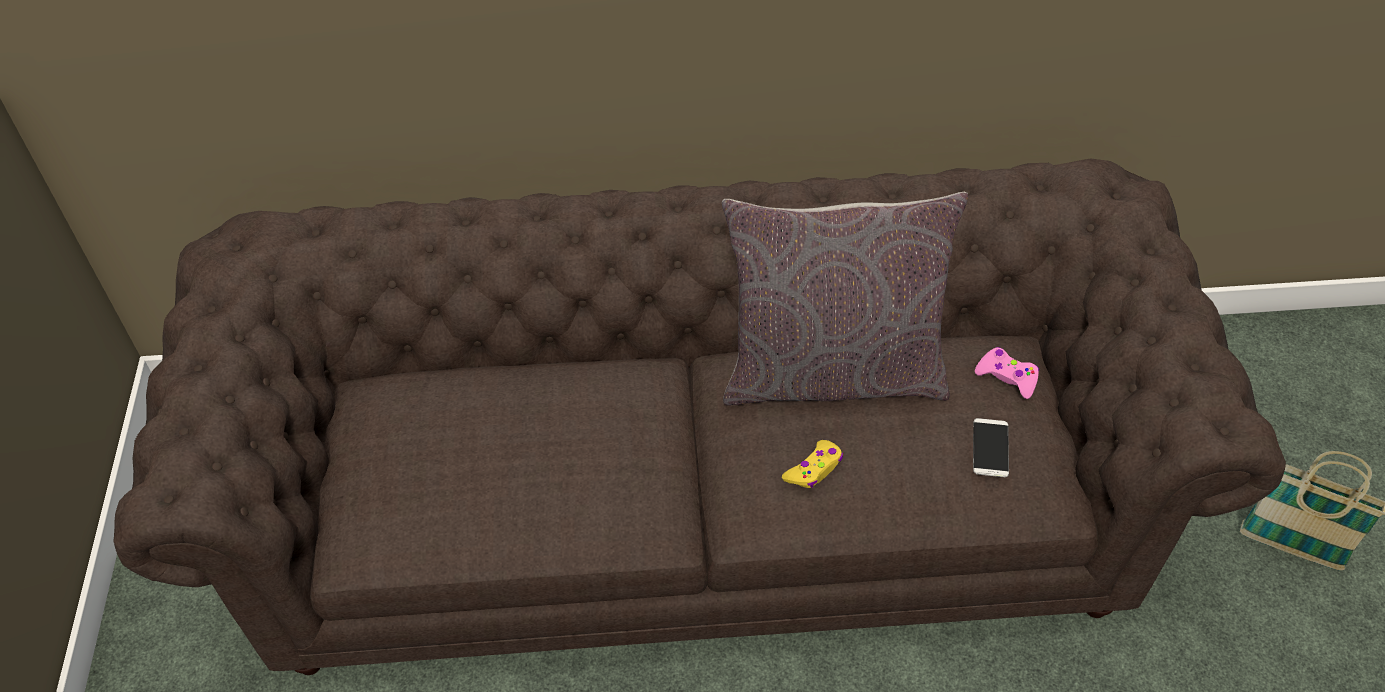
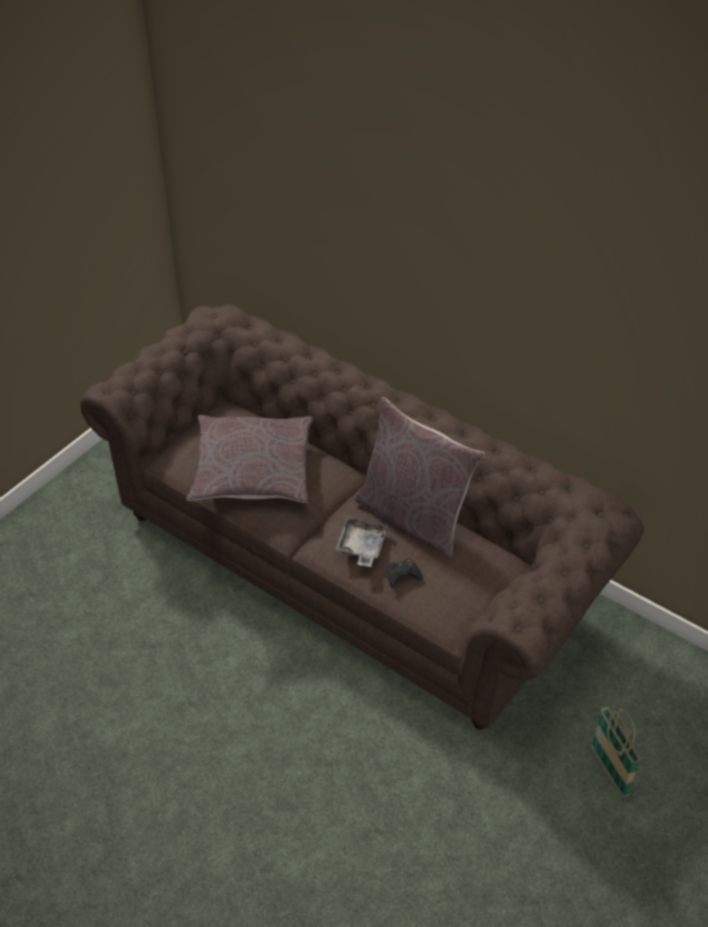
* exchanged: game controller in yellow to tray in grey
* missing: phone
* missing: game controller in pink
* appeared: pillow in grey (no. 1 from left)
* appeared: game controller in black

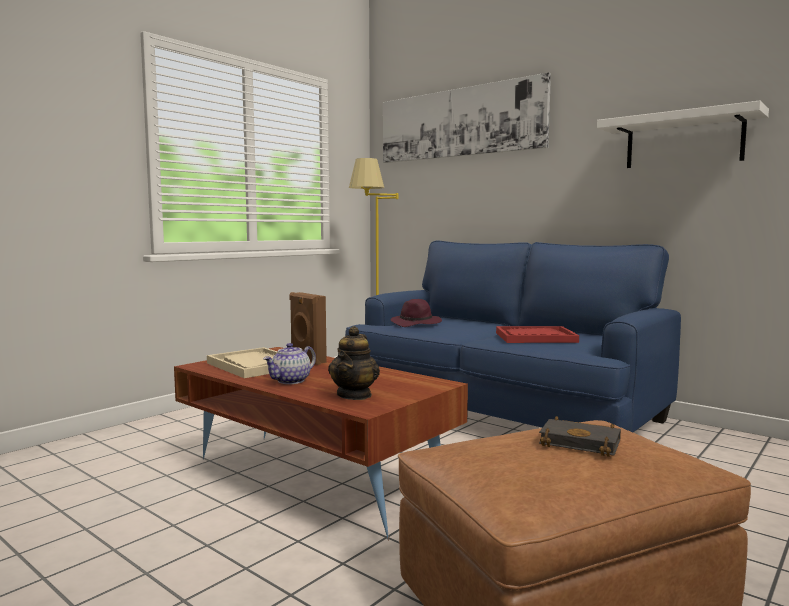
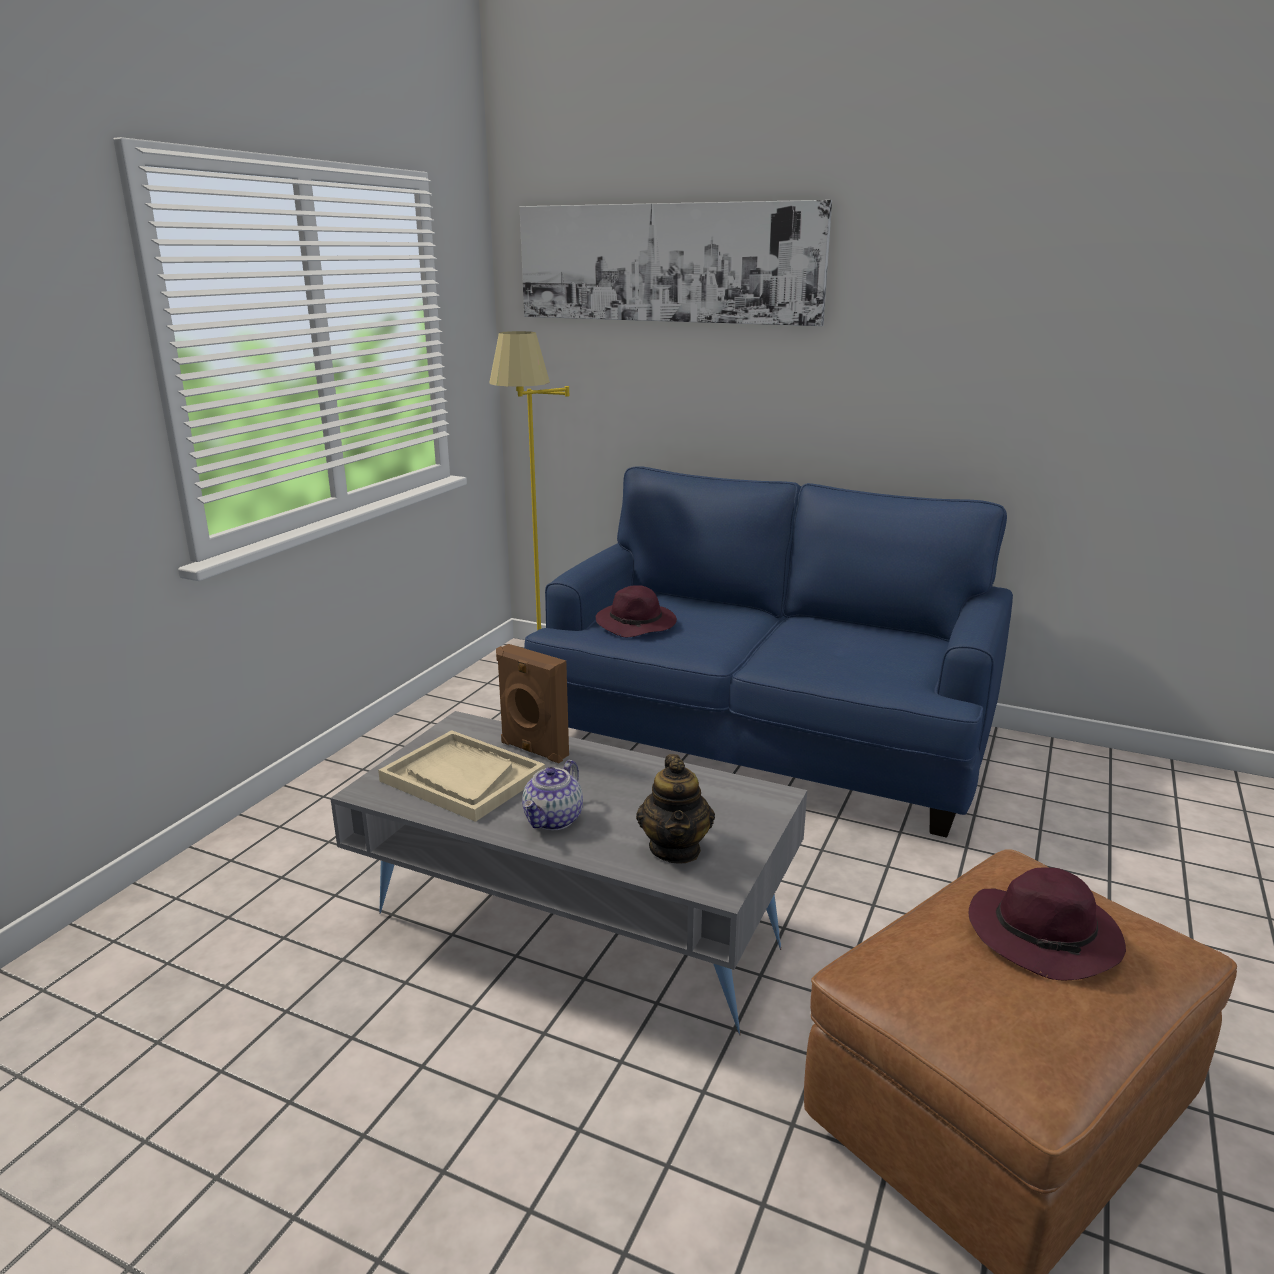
* colour: coffee table in brown to coffee table in grey
* missing: tray in red
* exchanged: book in black to hat in purple (no. 2 from left)
* missing: shelf in white

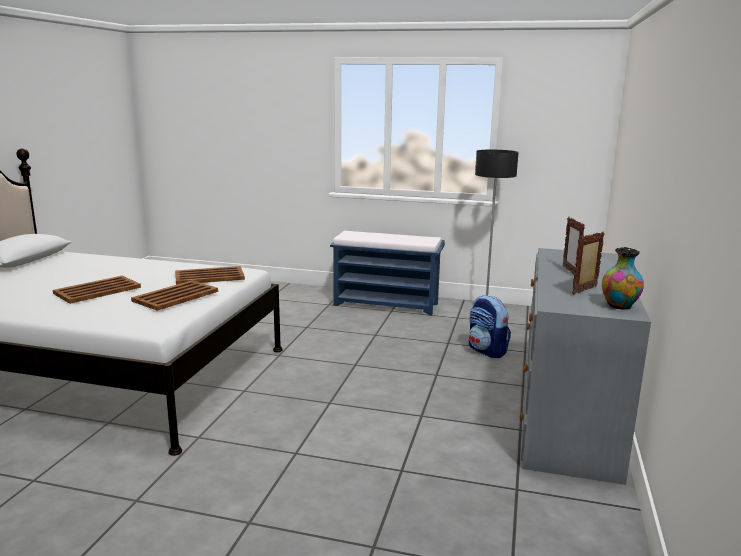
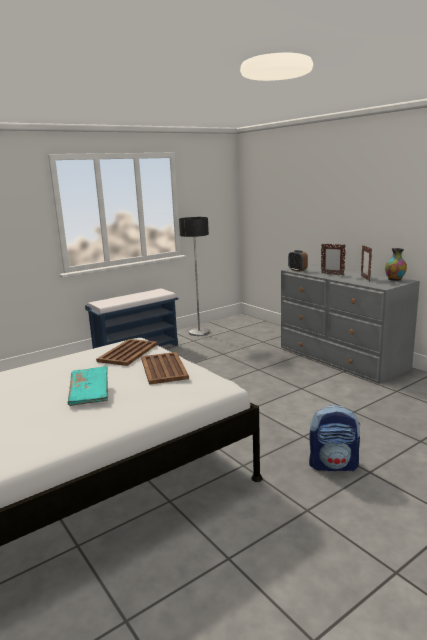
* exchanged: tray in brown (no. 1 from left) to book in turquoise
* relocated: backpack
* appeared: alarm clock

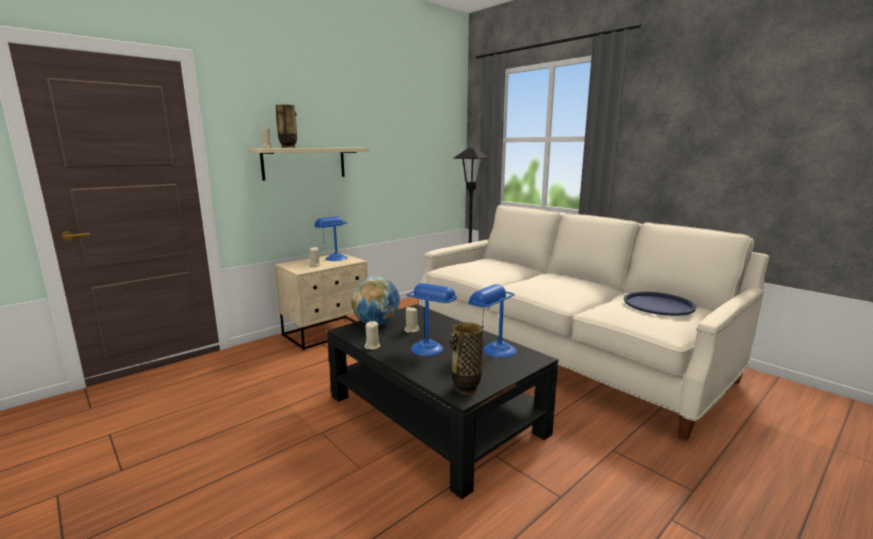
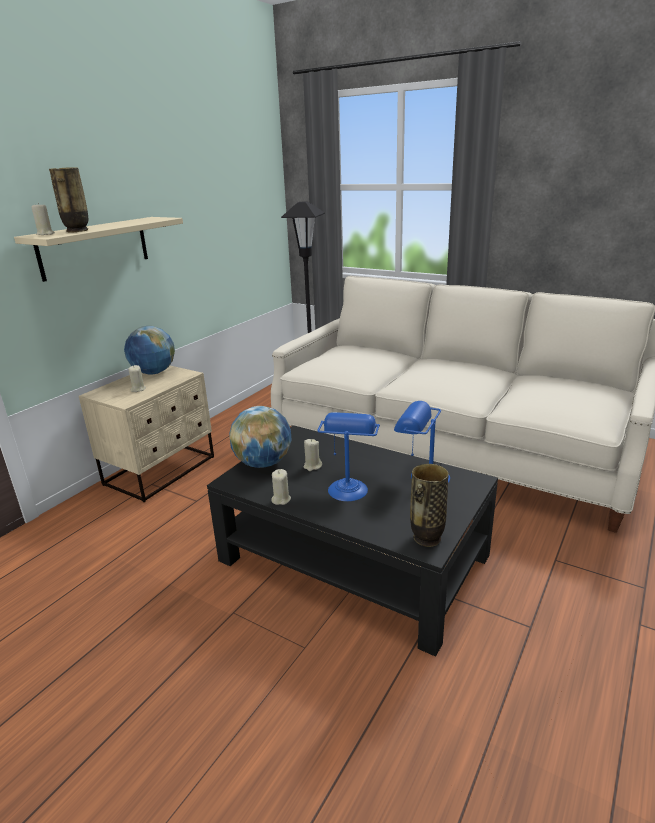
* exchanged: table lamp in blue (no. 1 from left) to globe (no. 1 from left)
* missing: tray in blue

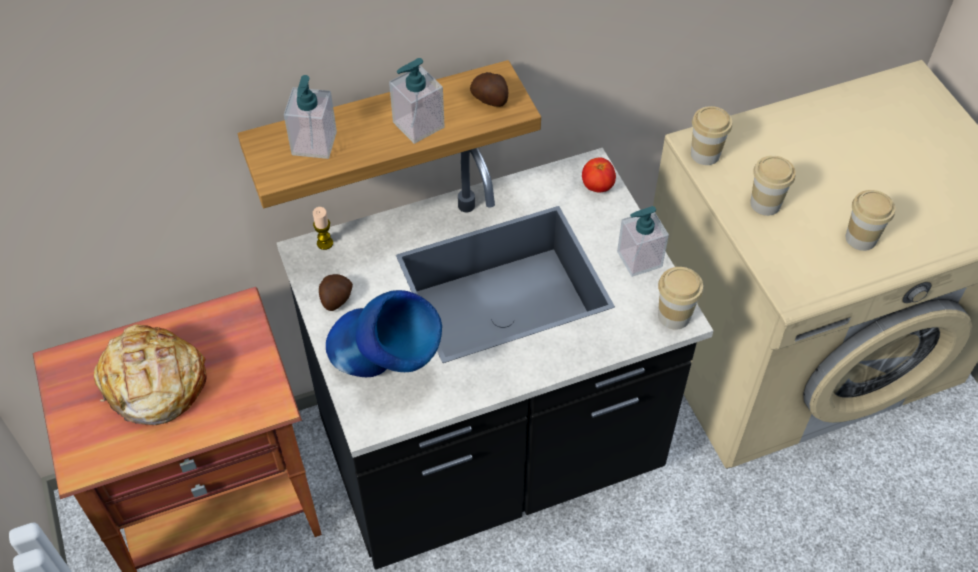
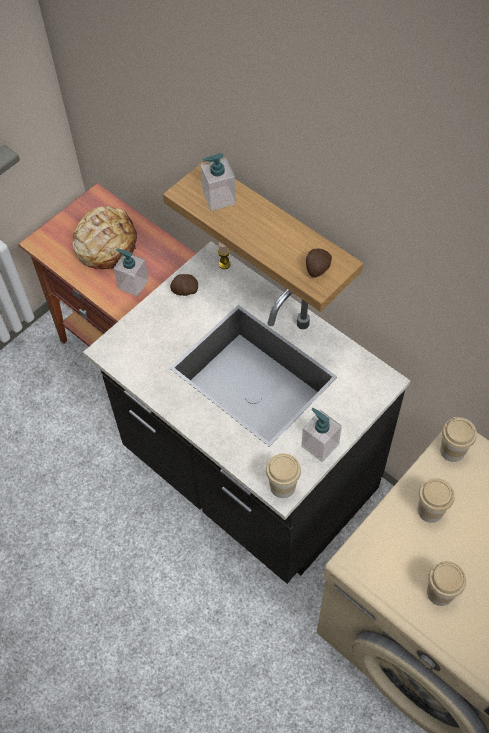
* missing: vase in blue
* relocated: soap dispenser (no. 2 from left in the first image) to soap dispenser (no. 1 from left)
* missing: tomato

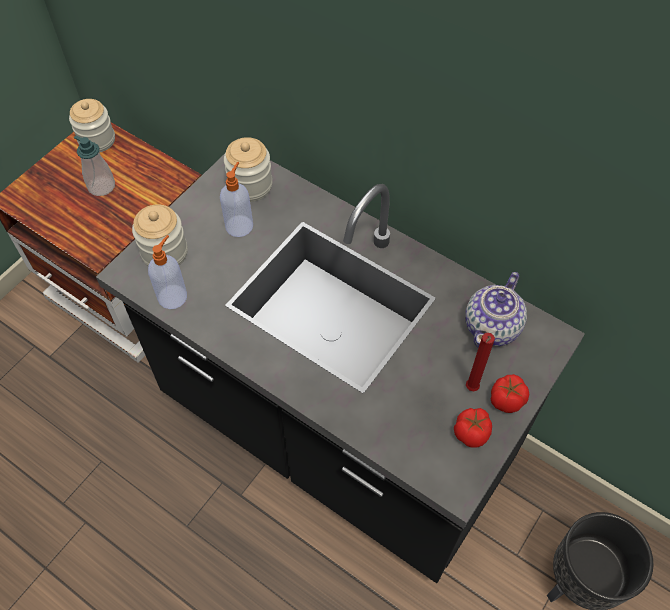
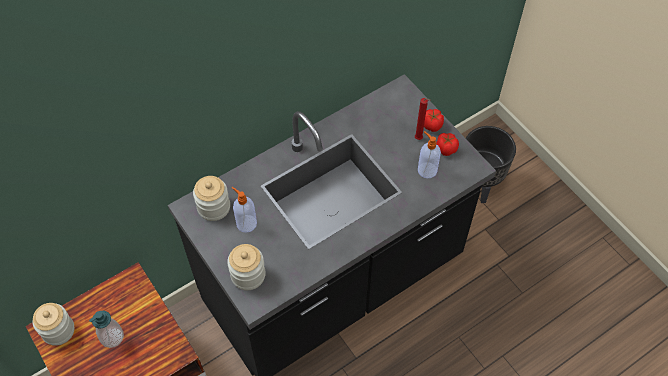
* relocated: soap dispenser (no. 2 from left in the first image) to soap dispenser (no. 3 from left)
* missing: teapot

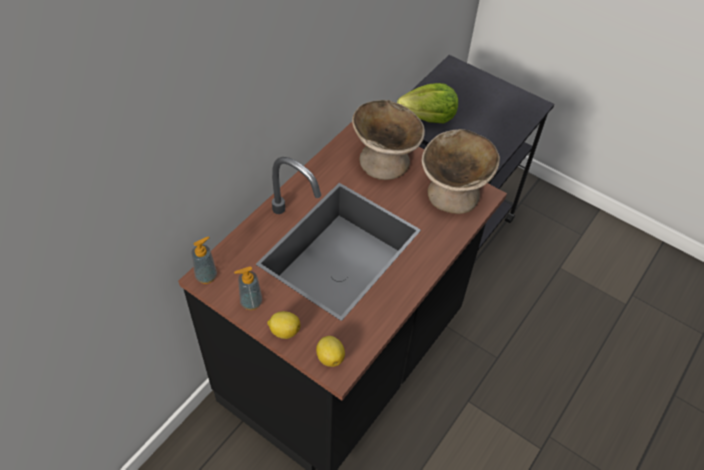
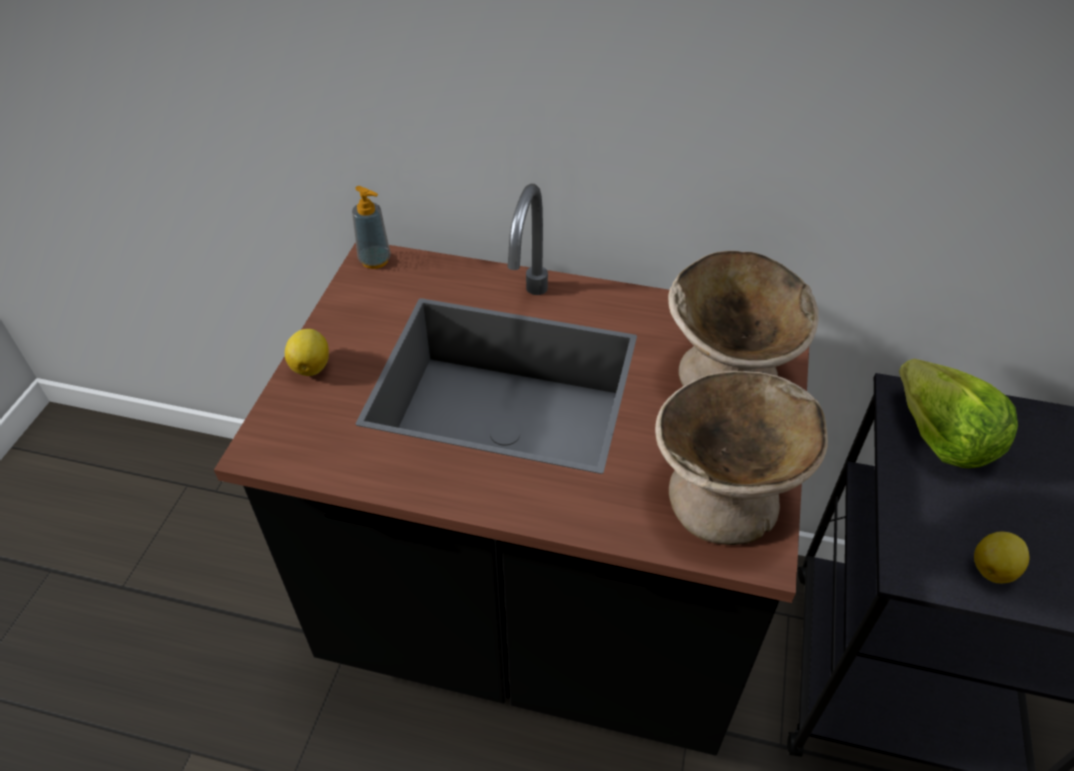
* missing: soap dispenser (no. 2 from left)
* relocated: lemon (no. 2 from left)

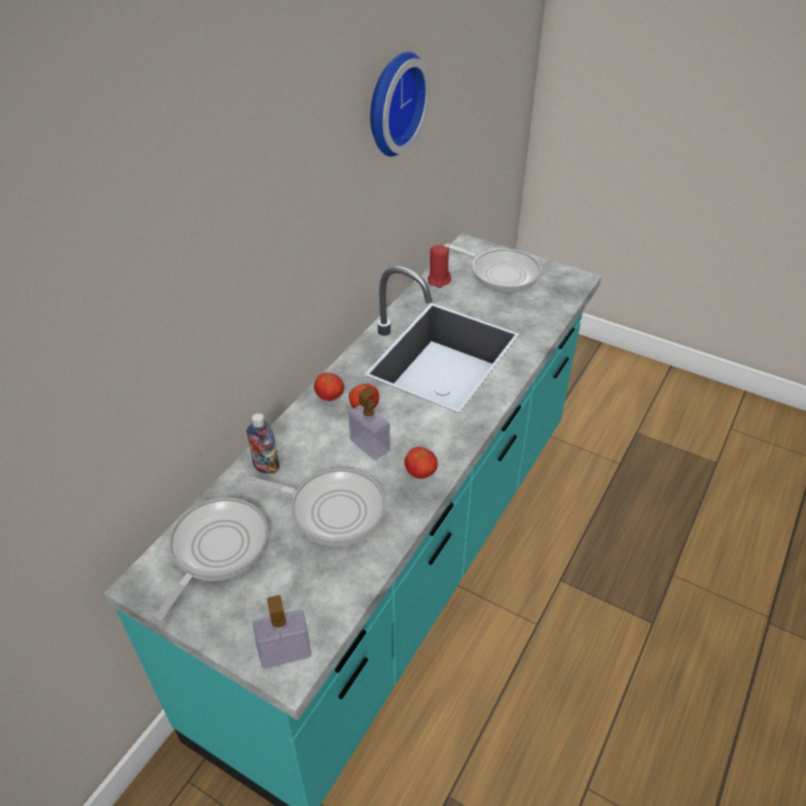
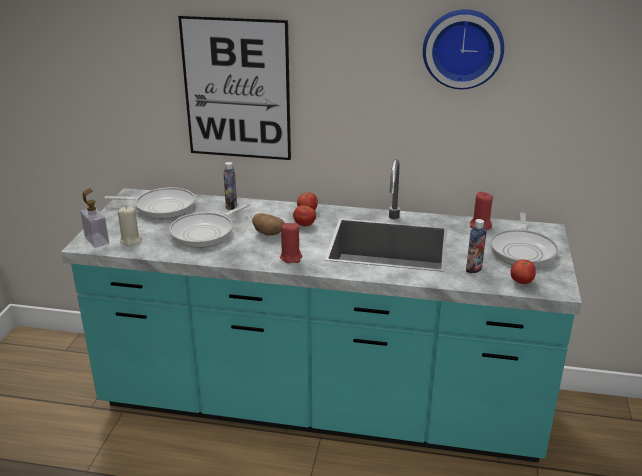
* spun: frying pan (no. 2 from left) 45 degrees clockwise
* exchanged: soap dispenser (no. 2 from left) to potato
* relocated: tomato (no. 3 from left)
* appeared: candle in beige
* appeared: picture
* appeared: candle in red (no. 1 from left)
* appeared: bottle (no. 2 from left)

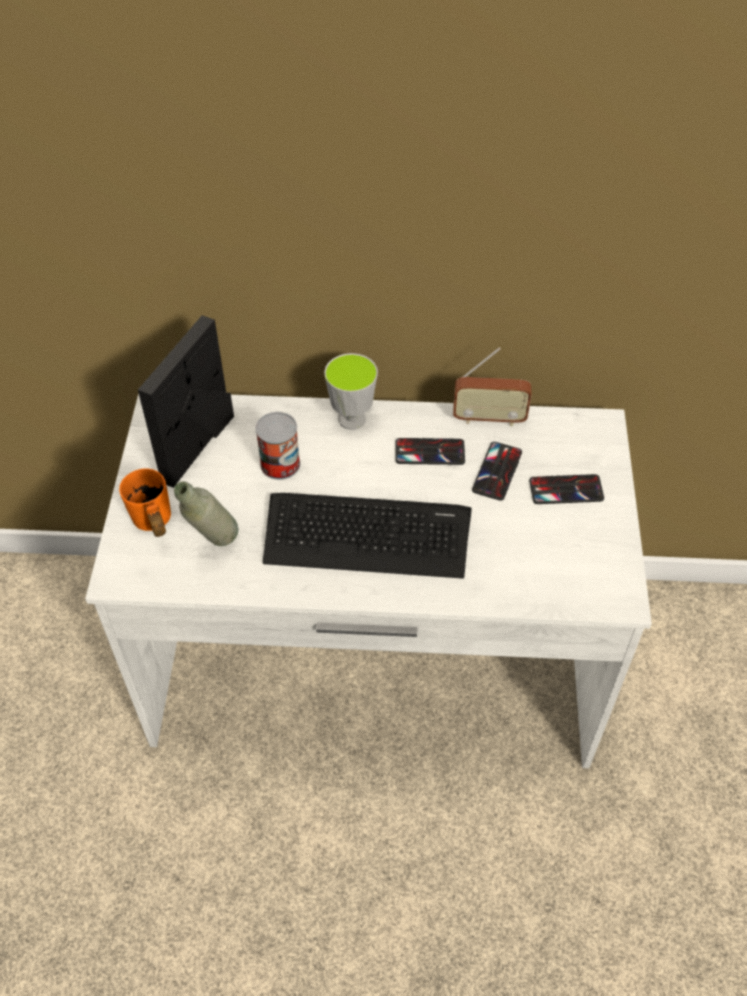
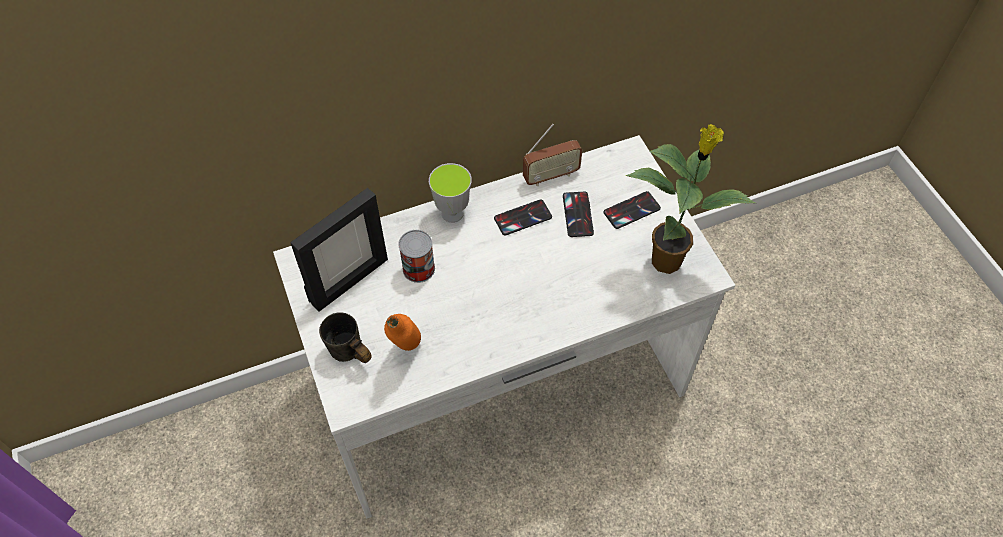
* colour: mug in orange to mug in grey
* spun: picture frame 135 degrees counterclockwise
* colour: bottle in grey to bottle in orange
* missing: keyboard
* appeared: potted plant

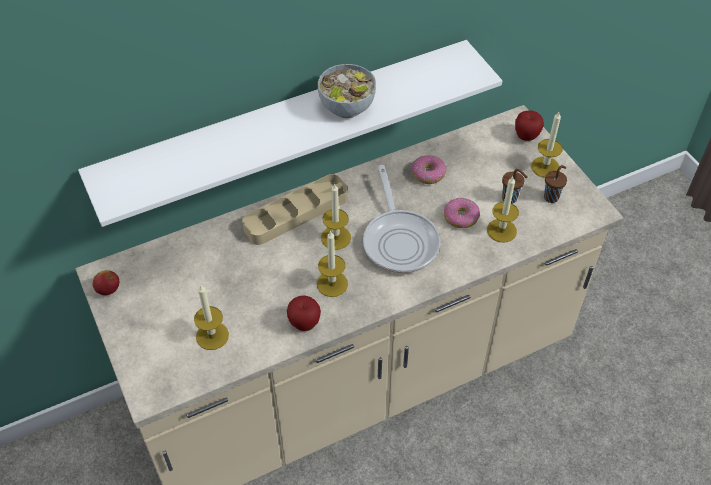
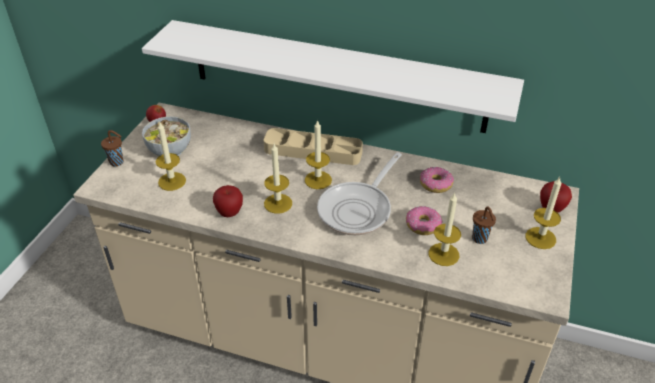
* relocated: bowl
* relocated: cup in brown (no. 2 from left in the first image) to cup in brown (no. 1 from left)

